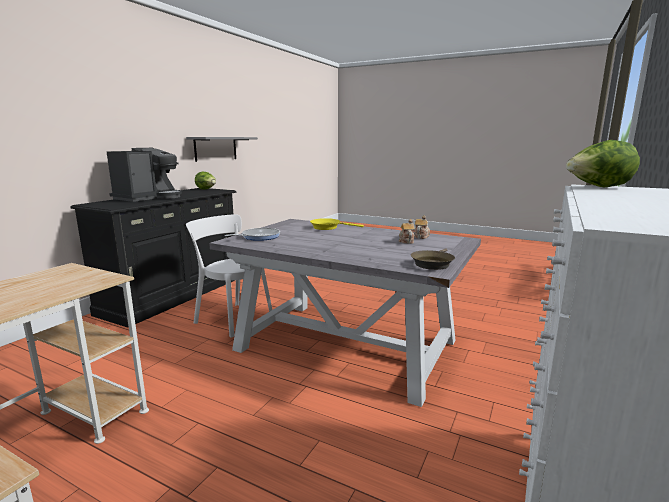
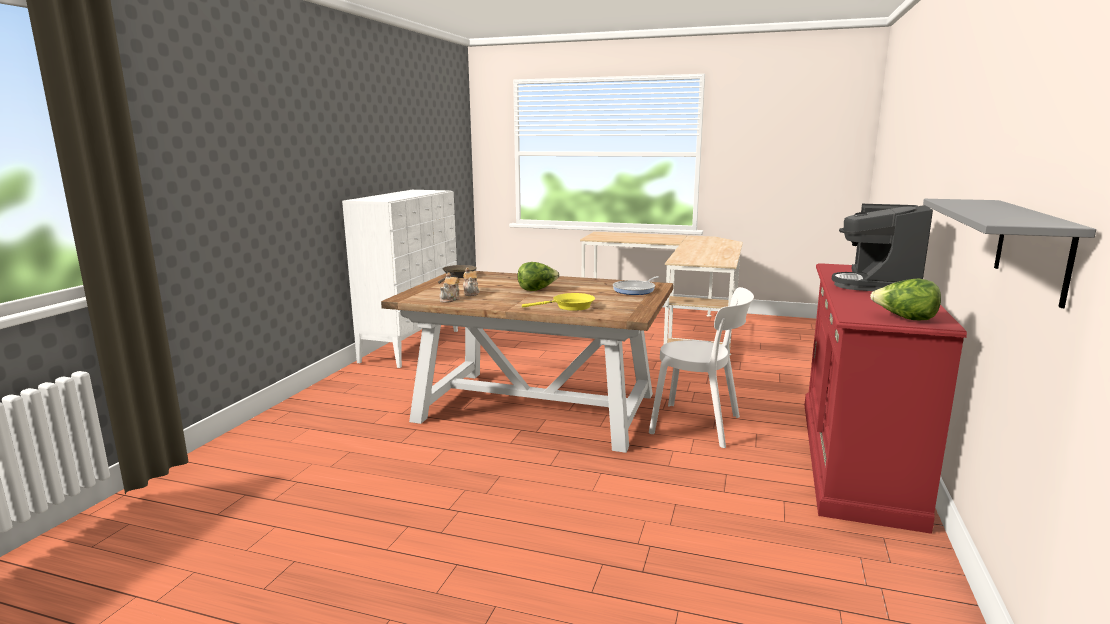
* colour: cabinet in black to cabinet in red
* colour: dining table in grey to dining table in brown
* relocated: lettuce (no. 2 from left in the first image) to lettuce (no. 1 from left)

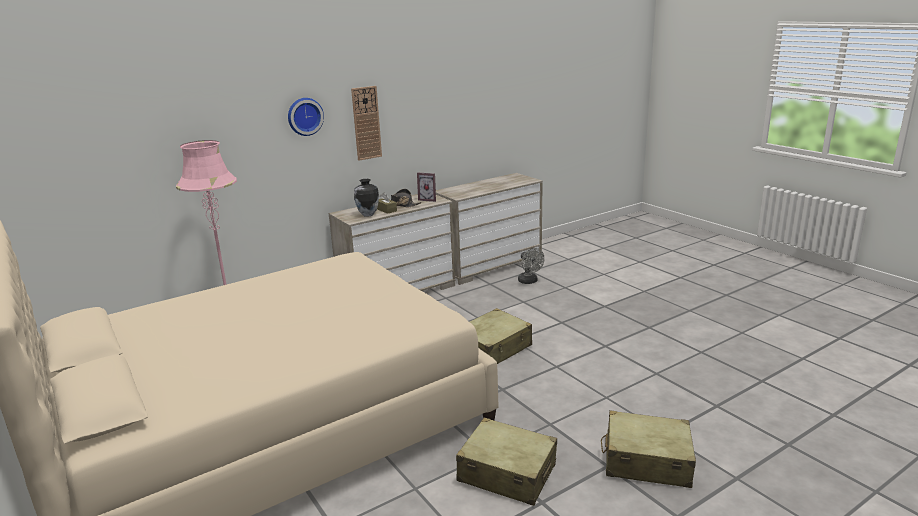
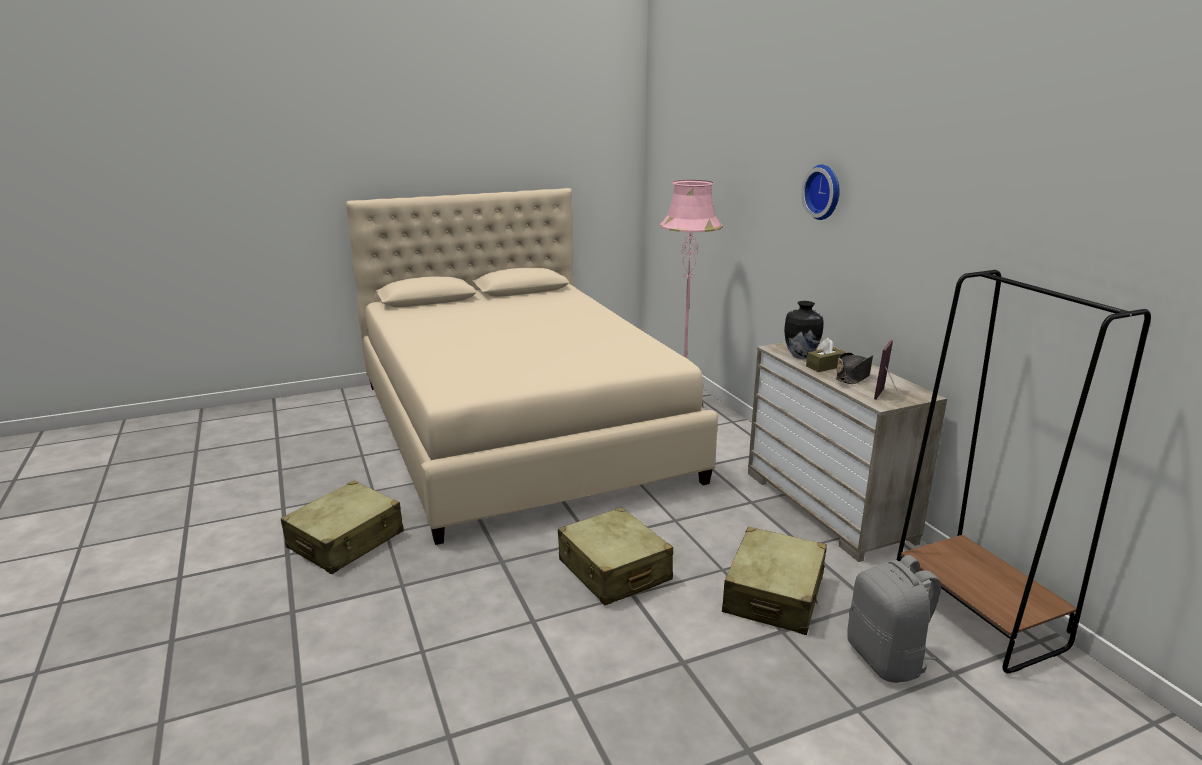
* missing: wall clock (no. 2 from left)
* exchanged: dresser in beige (no. 2 from left) to clothes rack
* exchanged: fan in grey to backpack in grey
* relocated: suitcase in beige (no. 3 from left)

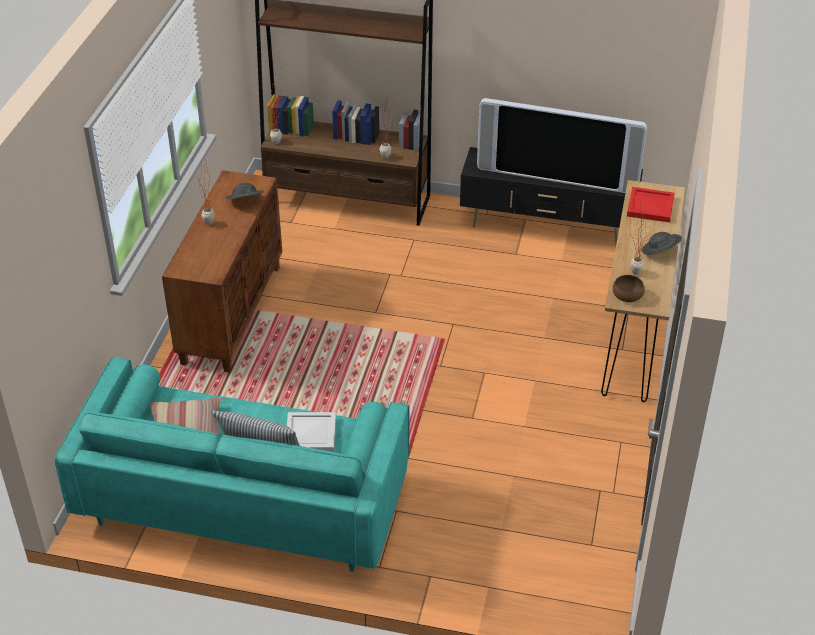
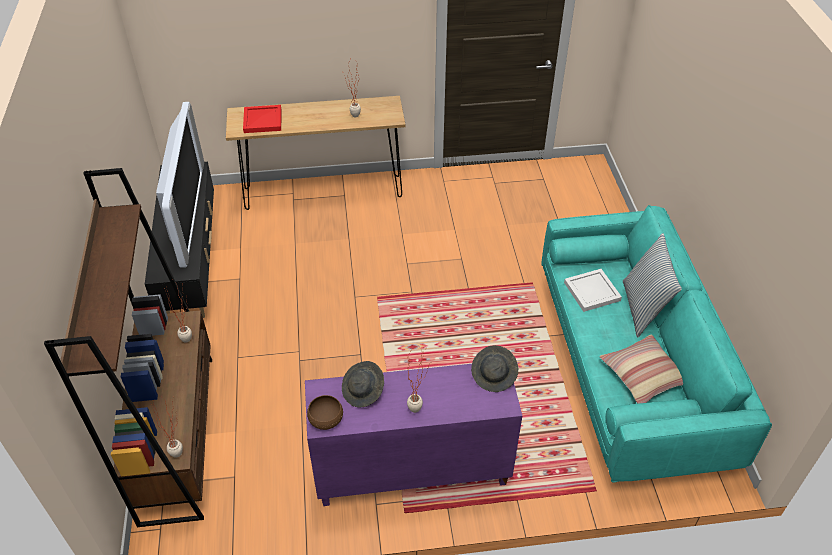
* colour: cabinet in brown to cabinet in purple
* relocated: bowl in brown
* relocated: hat in grey (no. 2 from left)

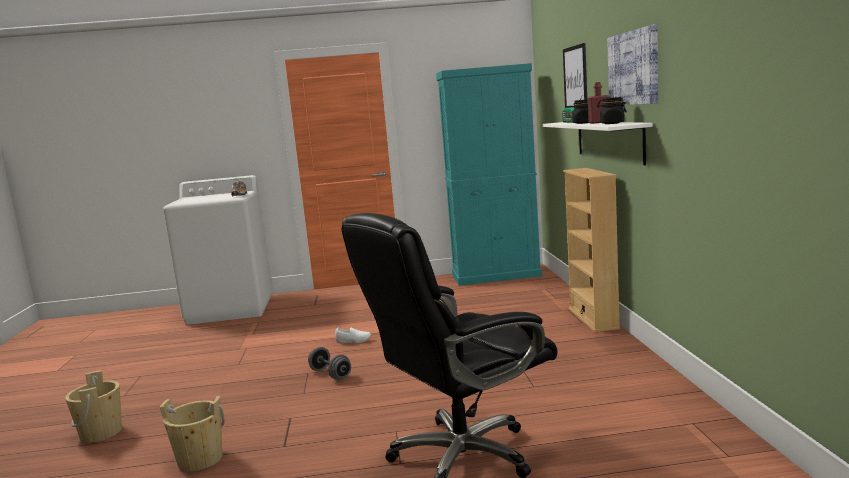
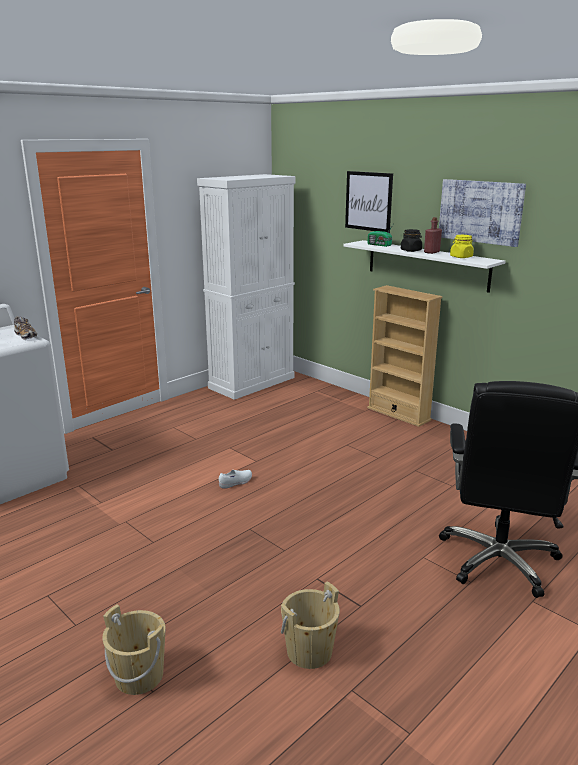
* missing: dumbbell in grey
* colour: cabinet in turquoise to cabinet in white
* colour: jar in black (no. 2 from left) to jar in yellow

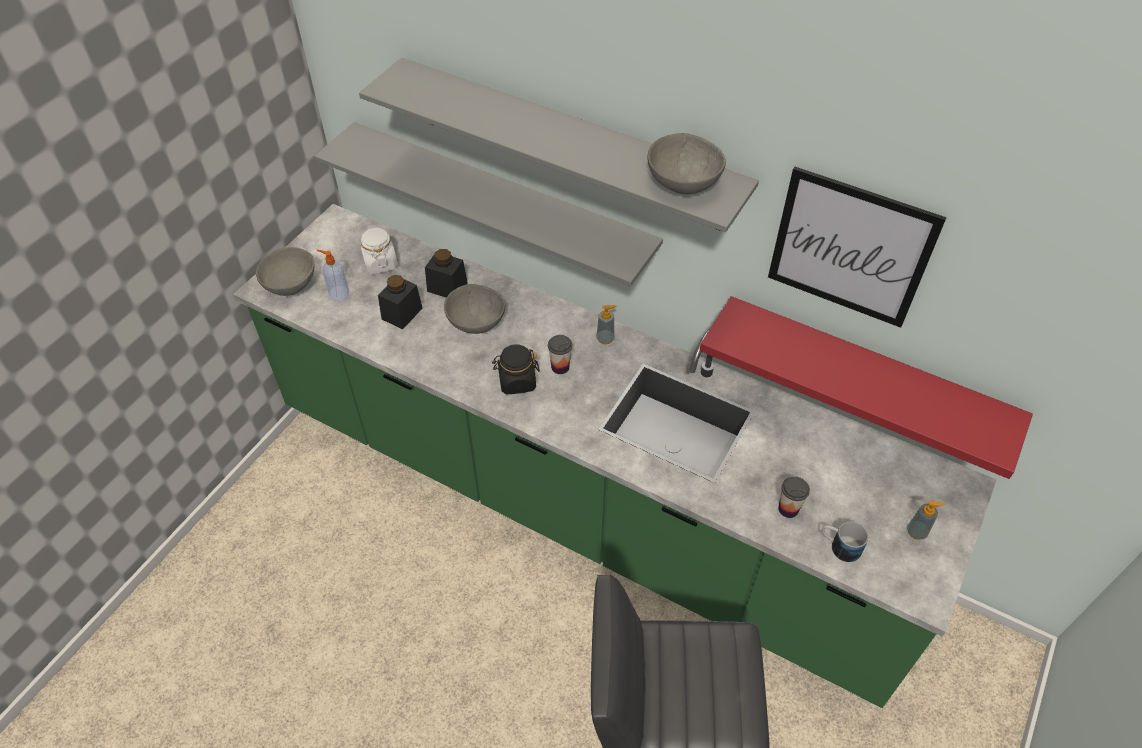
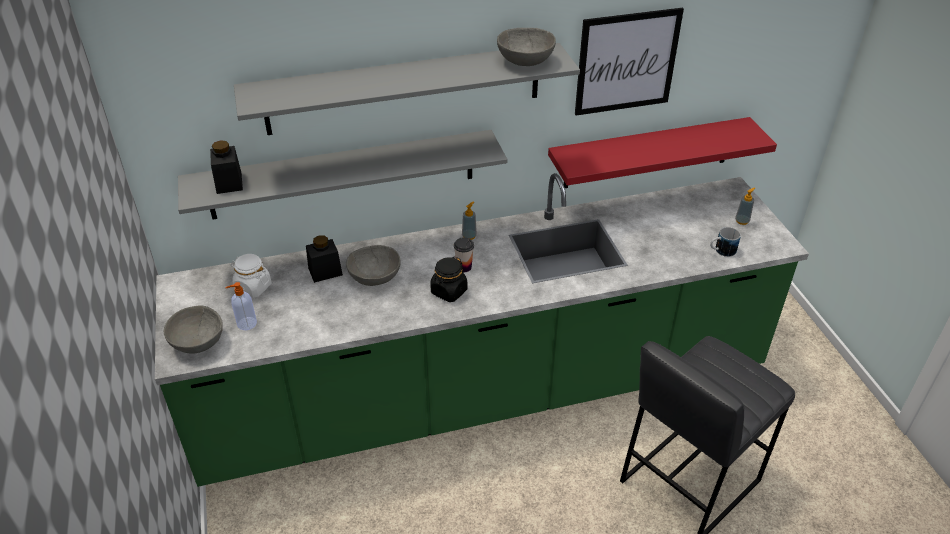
* relocated: jar in black (no. 1 from left)
* missing: cup (no. 2 from left)

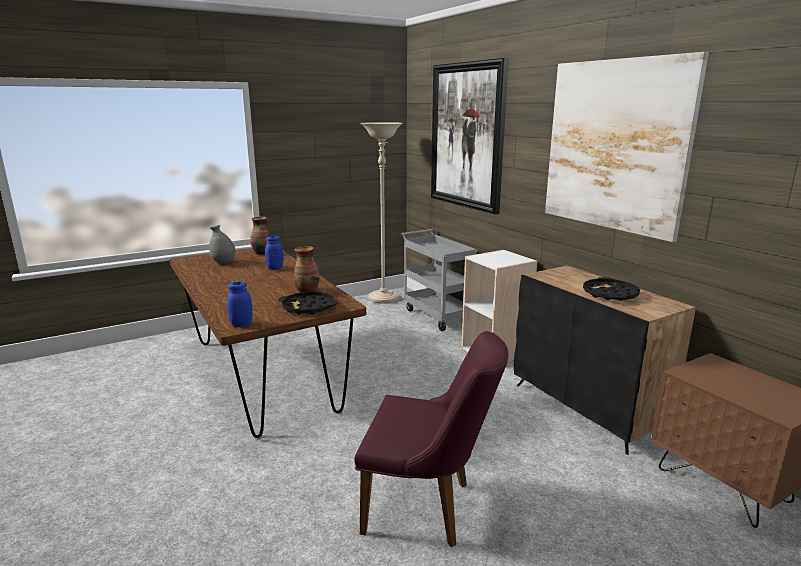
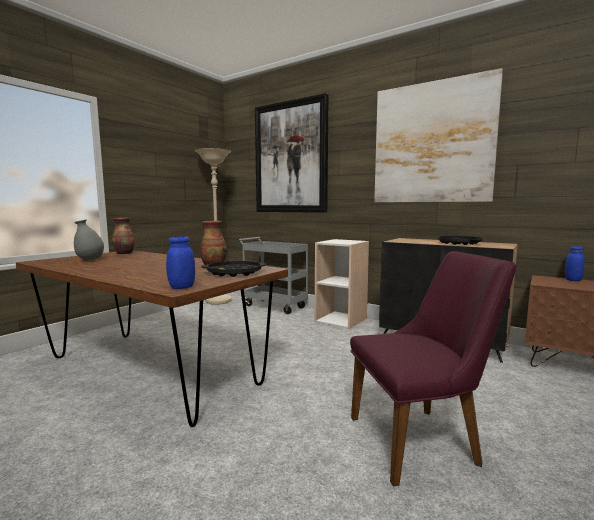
* relocated: jar in blue (no. 2 from left)

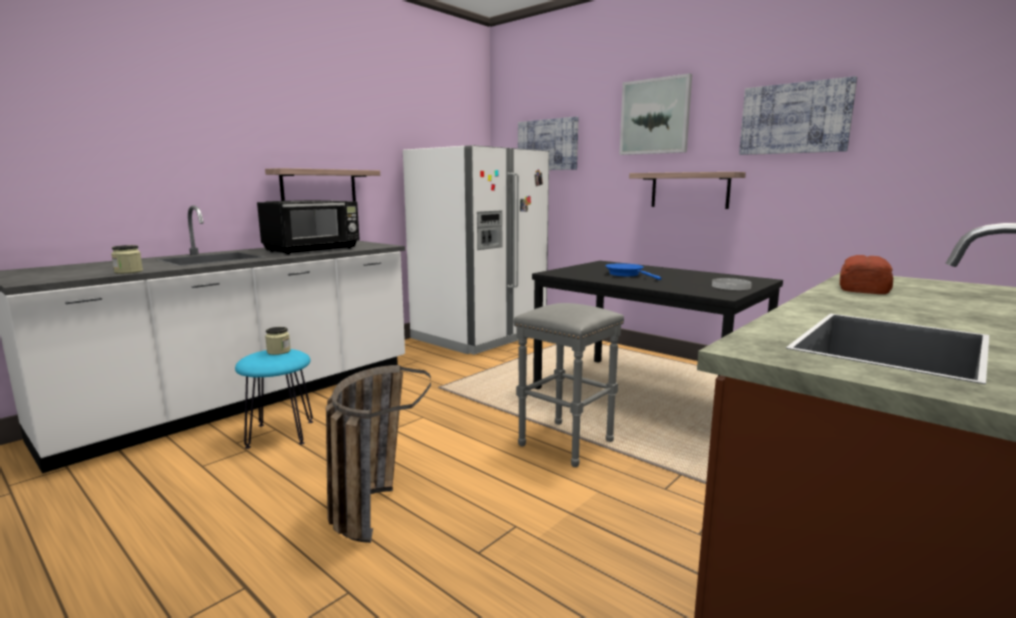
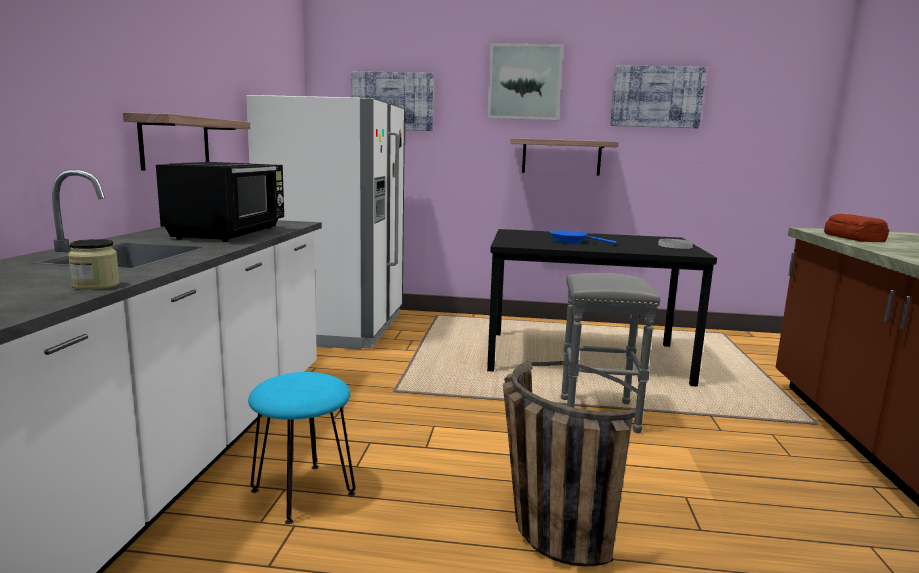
* missing: jar (no. 2 from left)

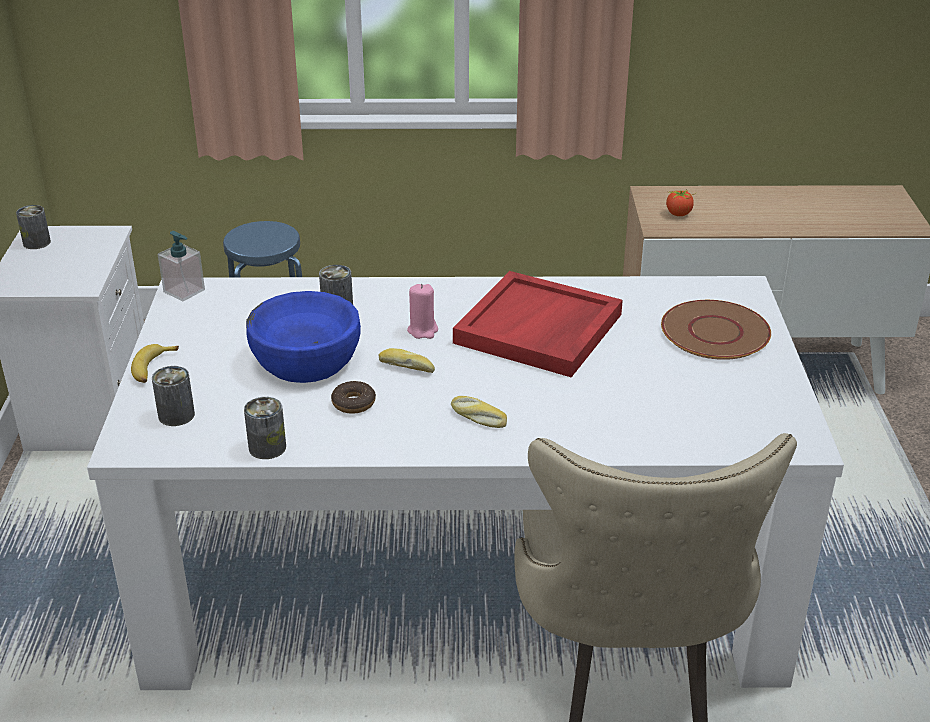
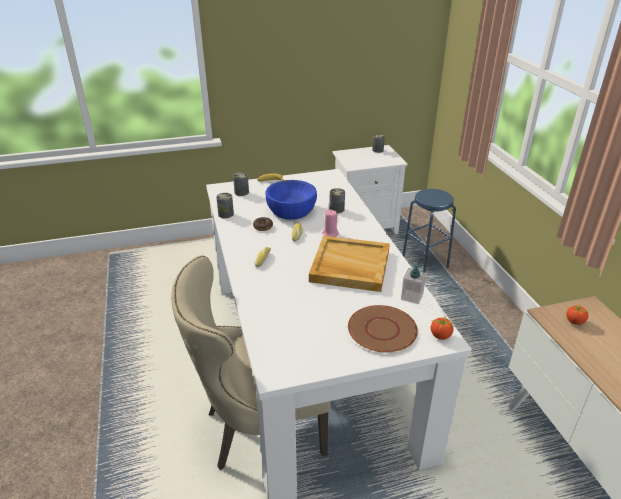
* relocated: soap dispenser
* colour: tray in red to tray in beige
* appeared: tomato (no. 1 from left)

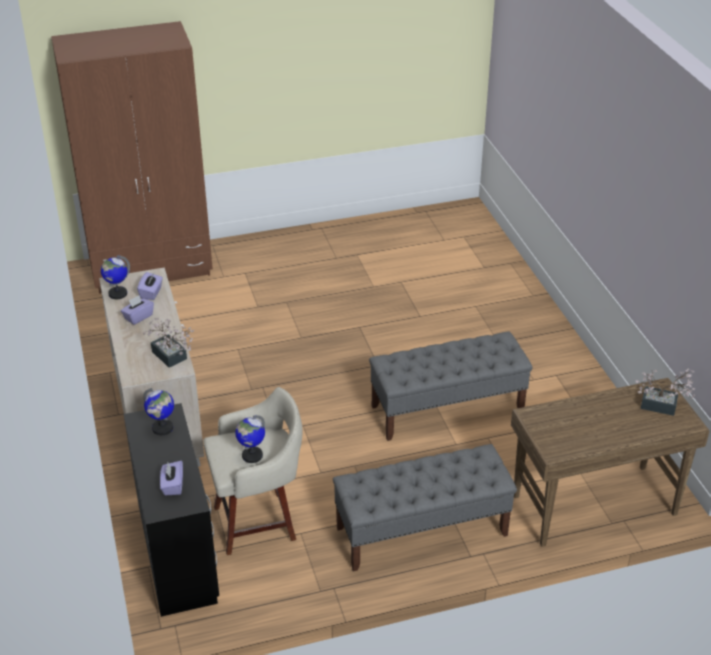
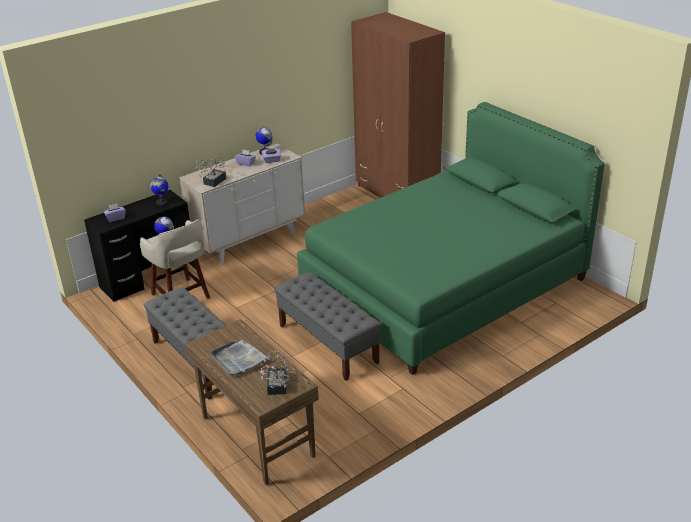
* appeared: tray in grey
* appeared: bed in green

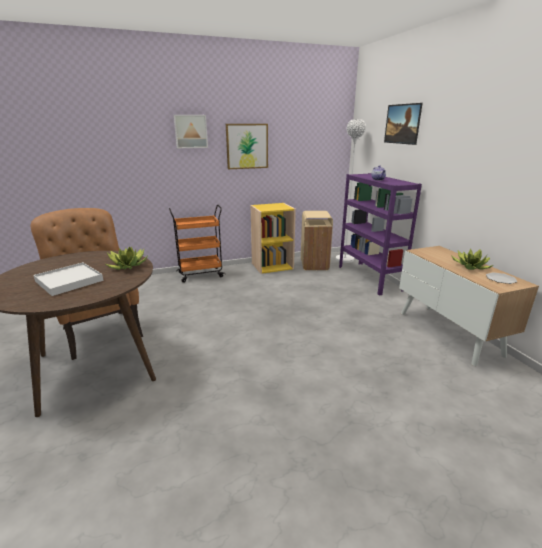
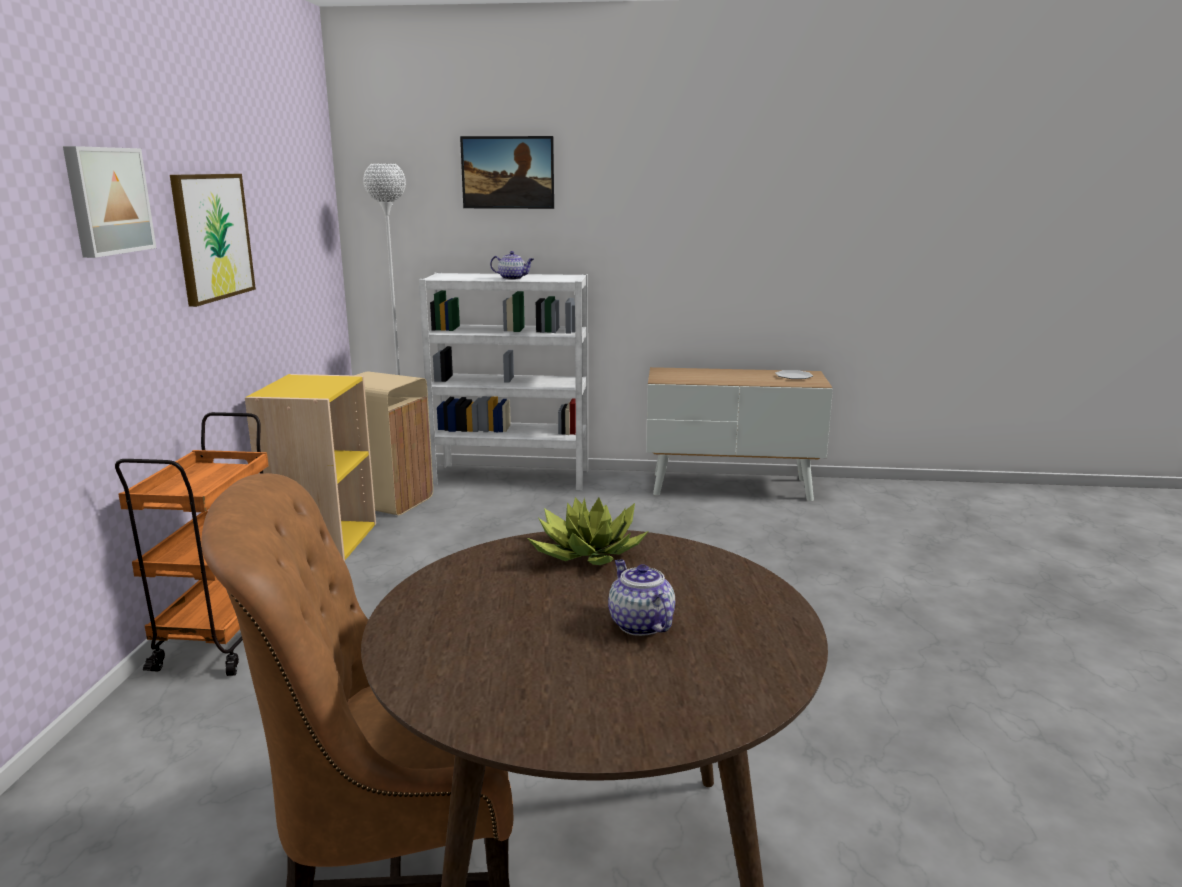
* exchanged: tray in white to teapot (no. 2 from left)
* colour: bookcase in purple to bookcase in white
* missing: potted plant (no. 2 from left)

